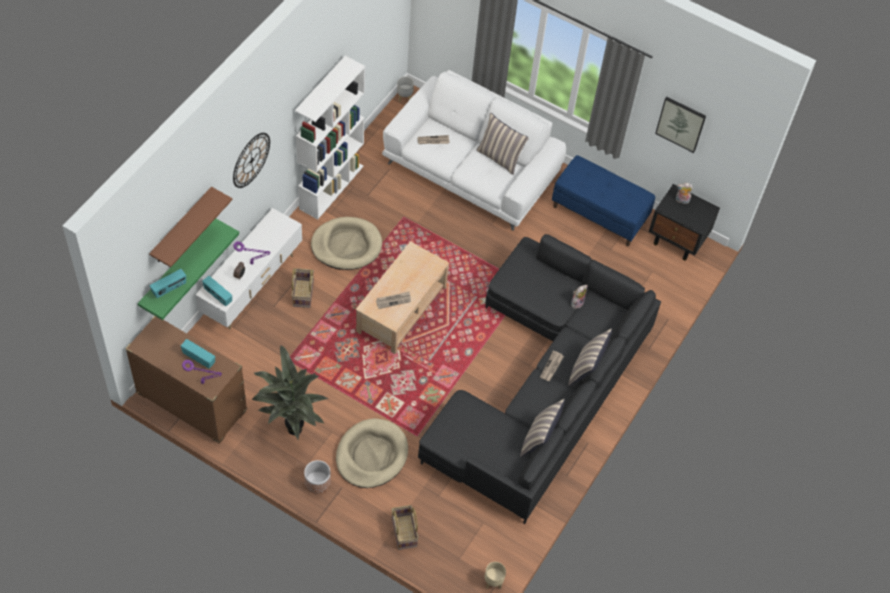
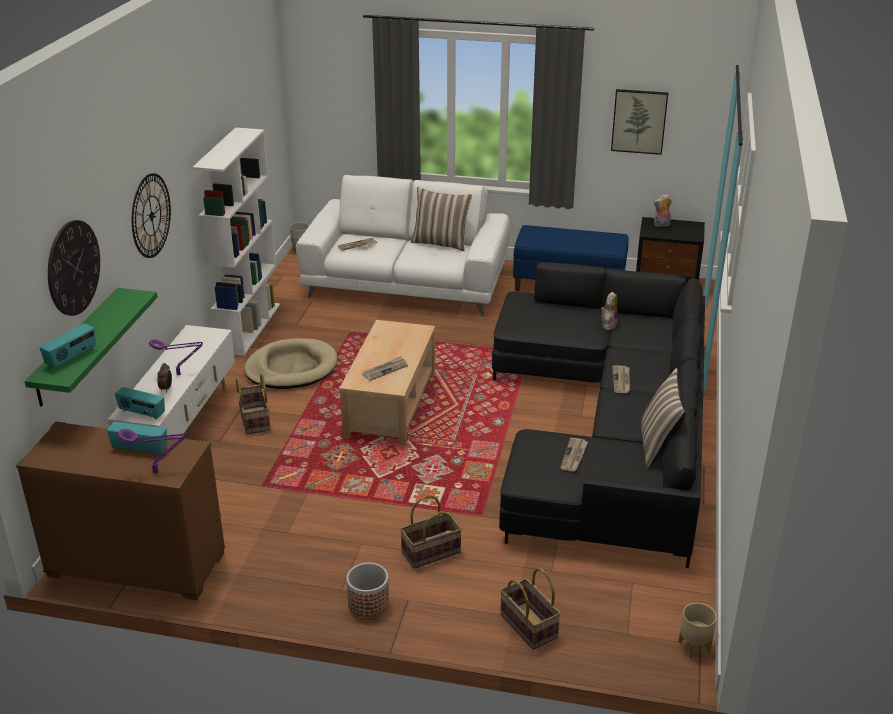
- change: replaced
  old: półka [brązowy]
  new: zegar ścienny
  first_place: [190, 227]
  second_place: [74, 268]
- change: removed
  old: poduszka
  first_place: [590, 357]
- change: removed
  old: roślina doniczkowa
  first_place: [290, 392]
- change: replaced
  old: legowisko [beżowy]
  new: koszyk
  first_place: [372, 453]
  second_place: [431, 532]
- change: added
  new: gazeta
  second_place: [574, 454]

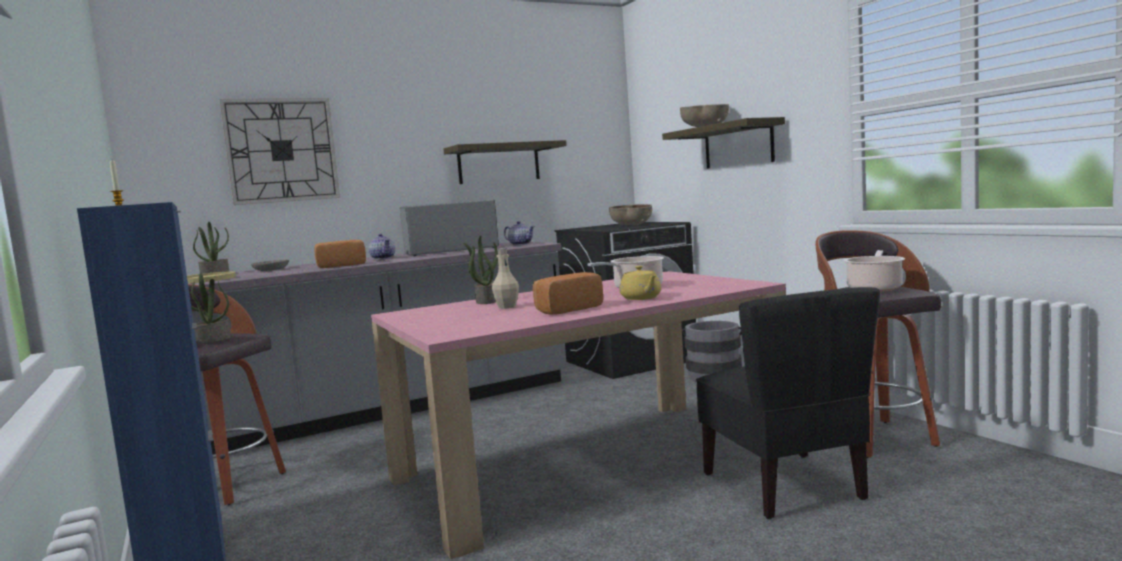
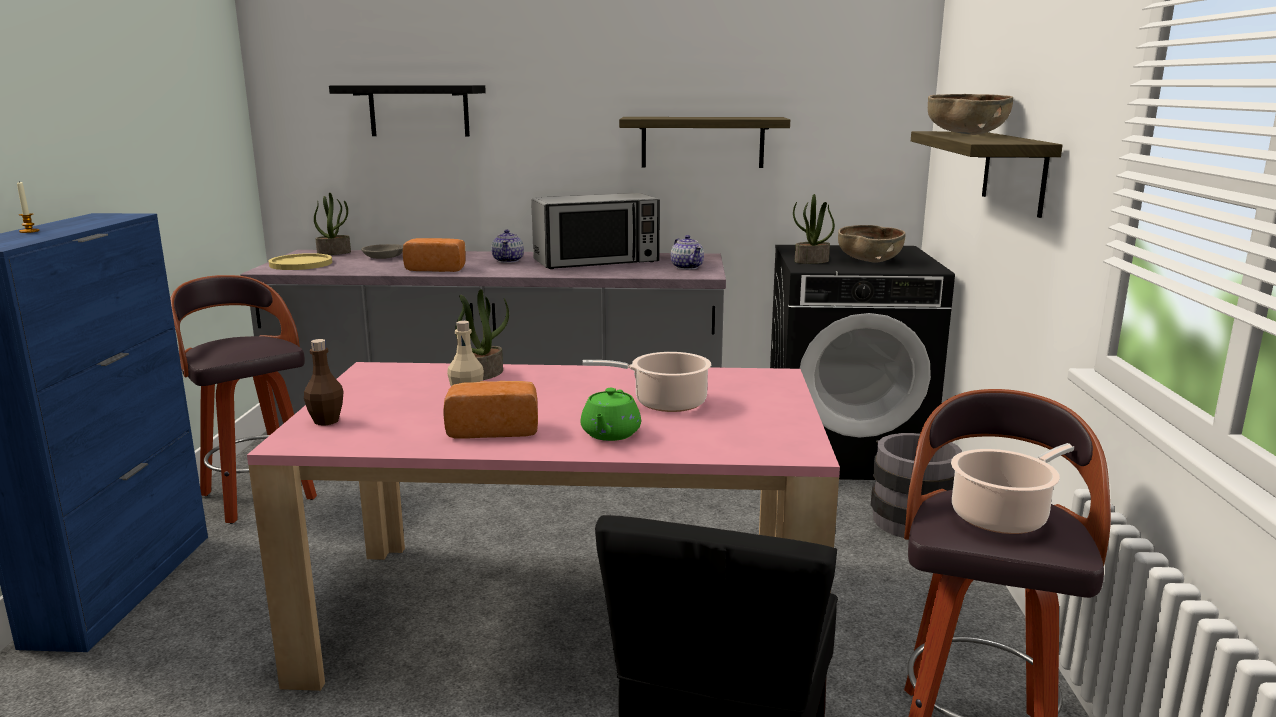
- change: replaced
  old: zegar ścienny
  new: półka [czarny]
  first_place: [279, 151]
  second_place: [407, 110]
- change: turned
  old: mikrofalówka
  first_place: [449, 227]
  second_place: [595, 231]
  degrees: 150
- change: recoloured
  old: imbryk [żółty]
  new: imbryk [zielony]
  first_place: [640, 283]
  second_place: [611, 414]
- change: moved
  old: roślina doniczkowa
  first_place: [211, 308]
  second_place: [814, 229]
- change: added
  new: butelka [brązowy]
  second_place: [324, 382]

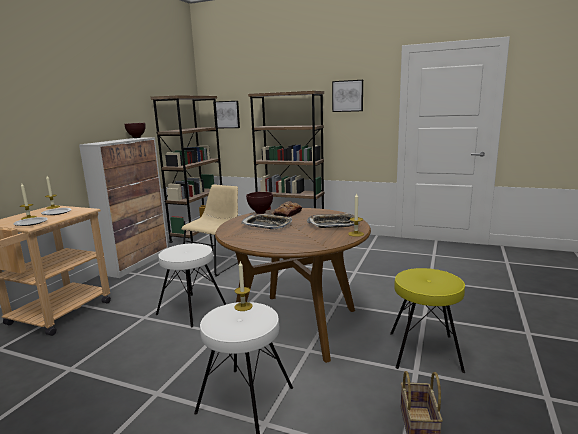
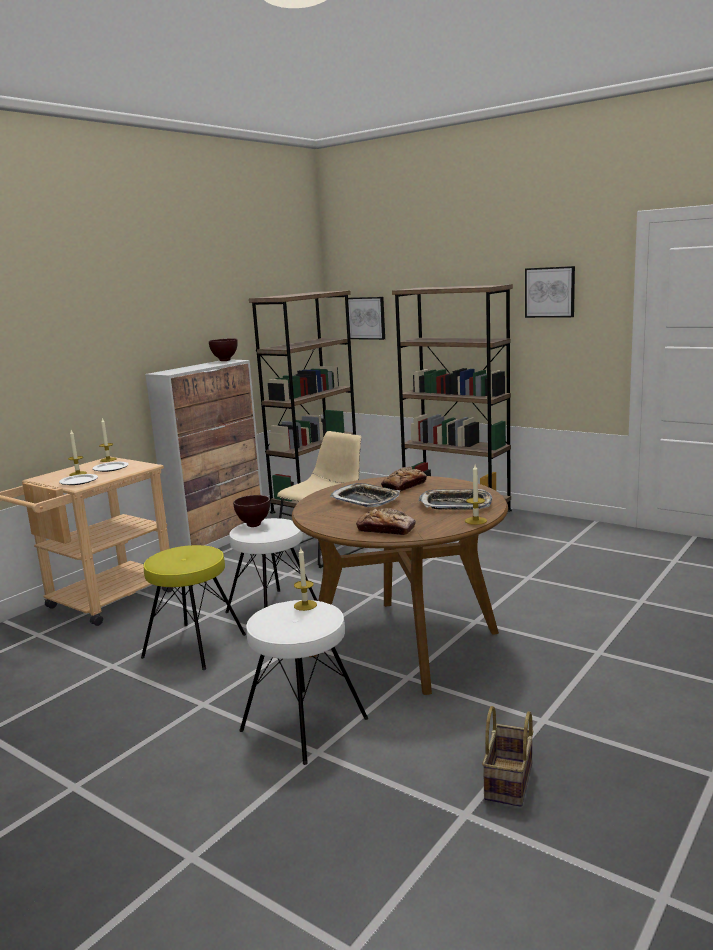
- change: moved
  old: miska [brązowy]
  first_place: [259, 203]
  second_place: [251, 511]
- change: moved
  old: stołek [żółty]
  first_place: [427, 320]
  second_place: [193, 607]
- change: added
  new: chleb
  second_place: [386, 521]

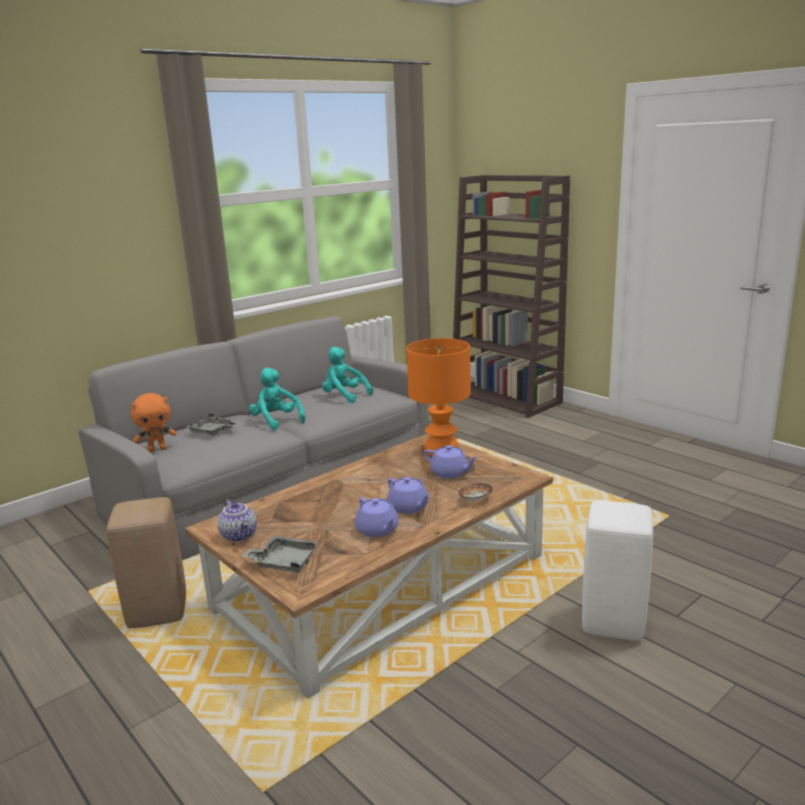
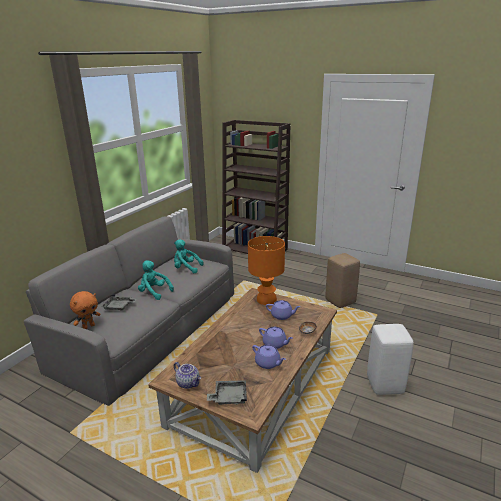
- change: moved
  old: stołek [beżowy]
  first_place: [146, 562]
  second_place: [343, 280]

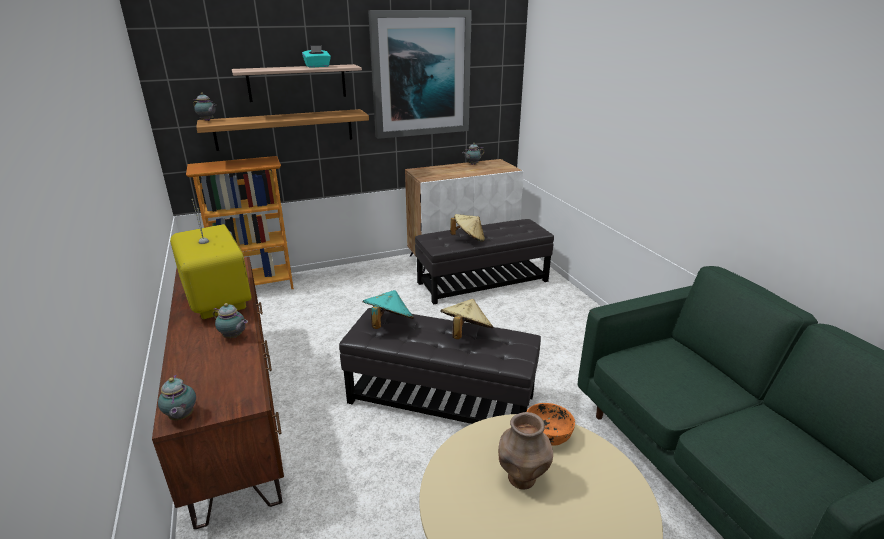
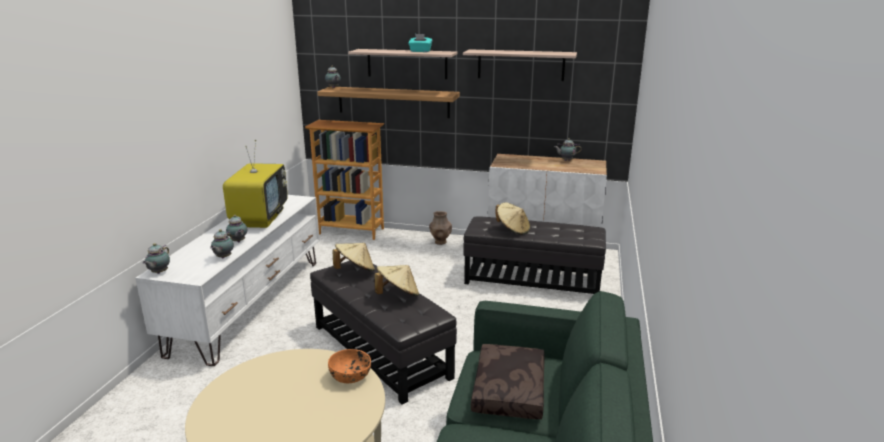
- change: replaced
  old: obraz
  new: półka
  first_place: [420, 74]
  second_place: [520, 65]
- change: recoloured
  old: szafka pod telewizor [brązowy]
  new: szafka pod telewizor [biały]
  first_place: [218, 393]
  second_place: [227, 280]
- change: recoloured
  old: kapelusz [turkusowy]
  new: kapelusz [beżowy]
  first_place: [388, 309]
  second_place: [354, 257]
- change: moved
  old: wazon [brązowy]
  first_place: [525, 450]
  second_place: [440, 228]
- change: added
  new: imbryk
  second_place: [222, 243]
- change: added
  new: poduszka [brązowy]
  second_place: [508, 381]

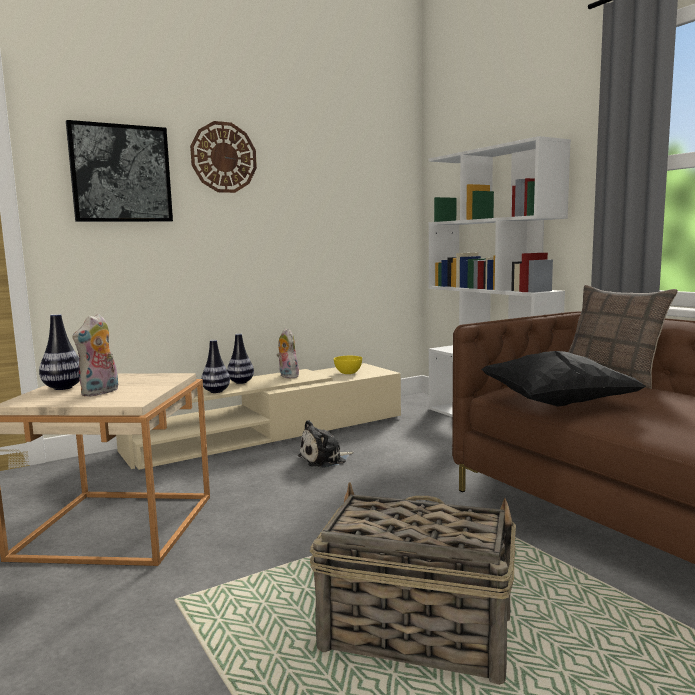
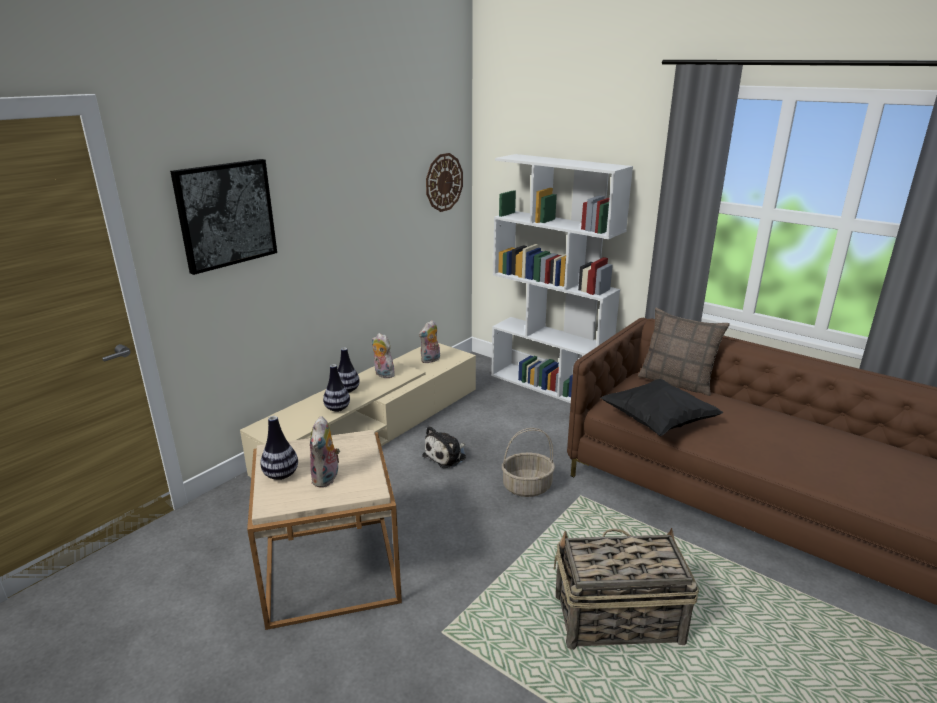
- change: moved
  old: zegar ścienny
  first_place: [223, 157]
  second_place: [444, 182]
- change: replaced
  old: miska [żółty]
  new: pluszak
  first_place: [348, 365]
  second_place: [429, 341]
- change: added
  new: koszyk
  second_place: [528, 462]

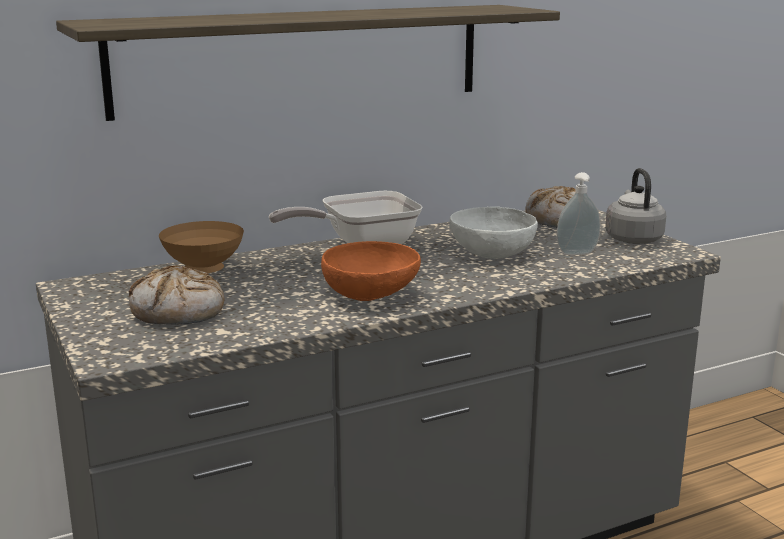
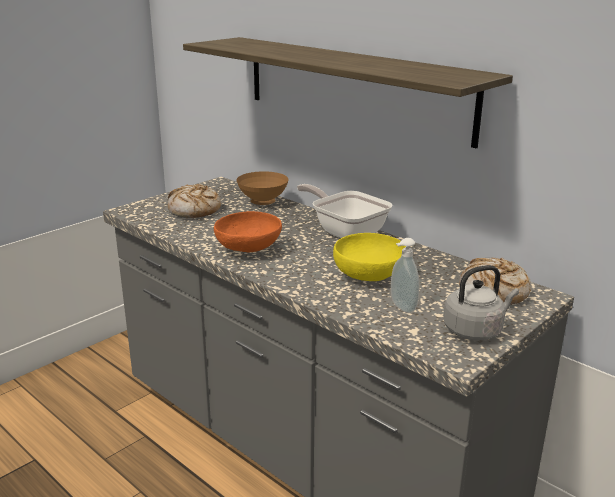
- change: recoloured
  old: miska [biały]
  new: miska [żółty]
  first_place: [494, 232]
  second_place: [369, 257]

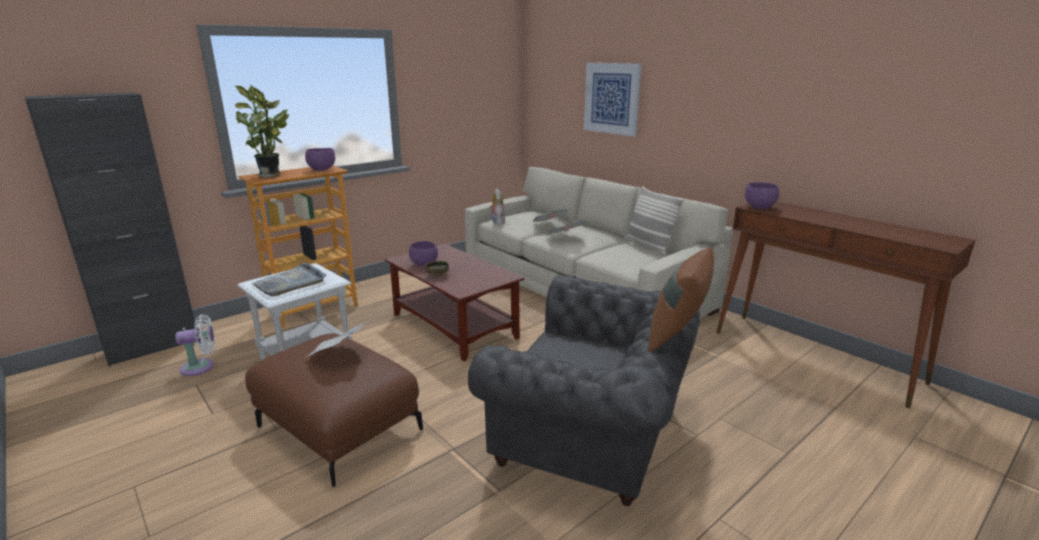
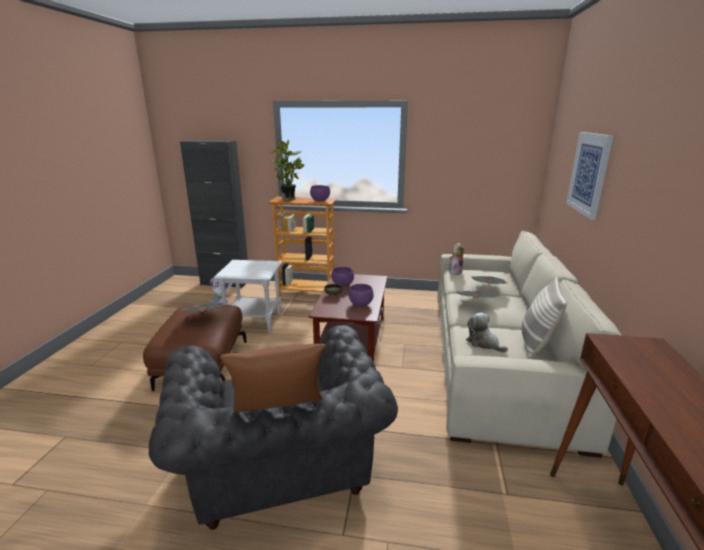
- change: moved
  old: miska [fioletowy]
  first_place: [762, 195]
  second_place: [361, 295]
- change: removed
  old: taca [szary]
  first_place: [289, 279]
- change: added
  new: pluszak
  second_place: [487, 332]

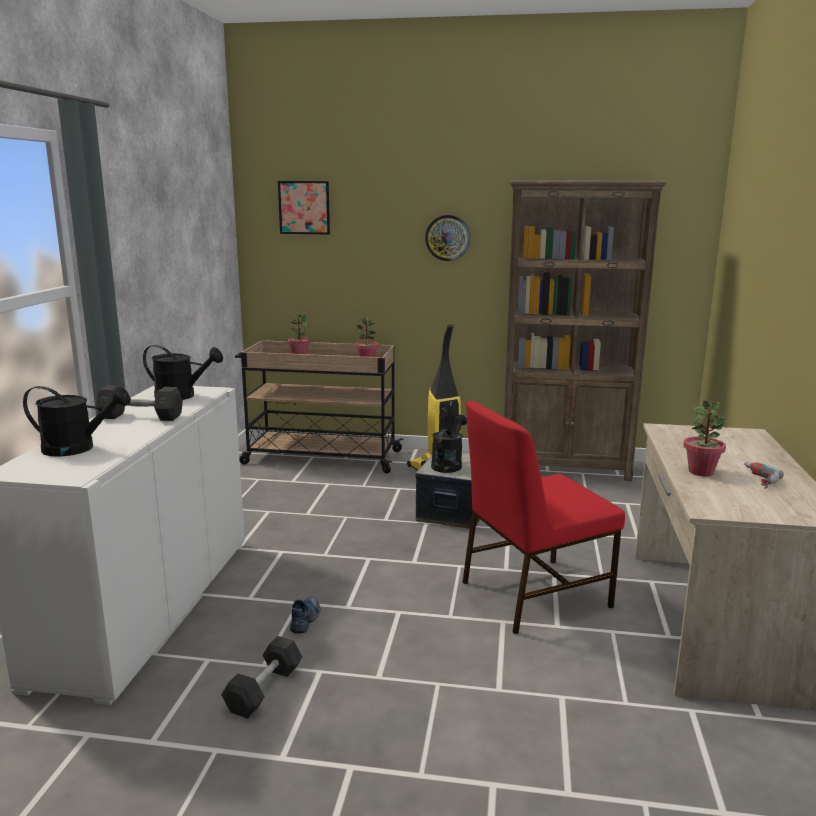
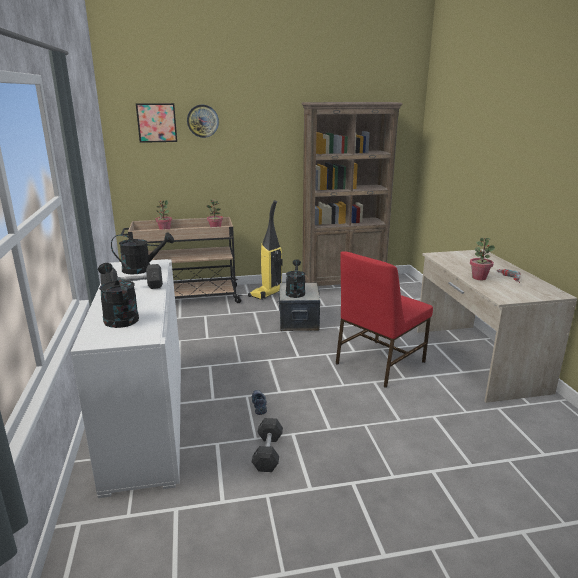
- change: moved
  old: zegar ścienny
  first_place: [447, 238]
  second_place: [203, 121]
- change: turned
  old: konewka [czarny]
  first_place: [77, 421]
  second_place: [118, 295]
  degrees: -105

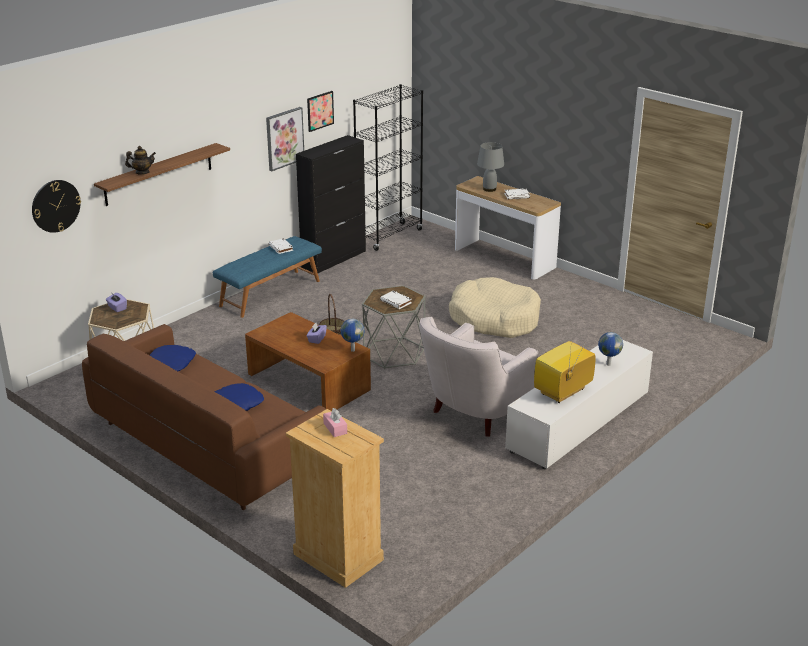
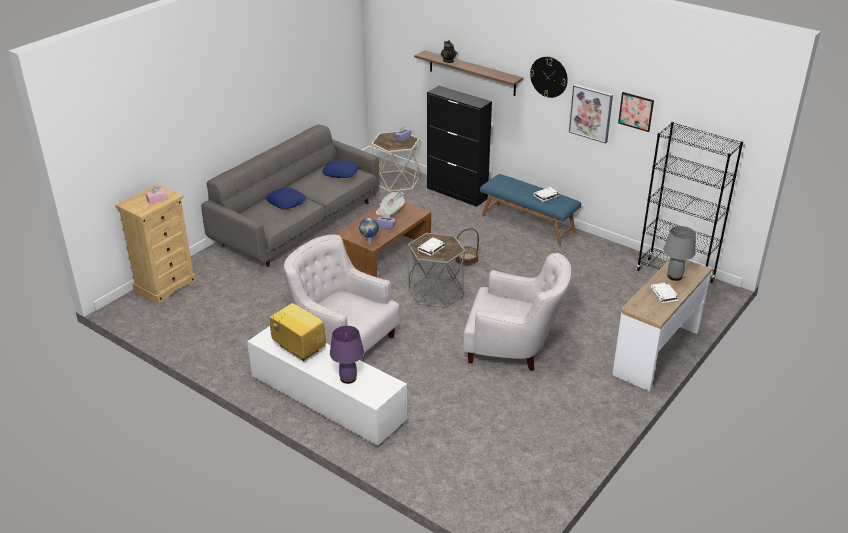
- change: moved
  old: szafka [czarny]
  first_place: [331, 204]
  second_place: [459, 146]
- change: moved
  old: zegar ścienny
  first_place: [56, 206]
  second_place: [549, 77]
- change: replaced
  old: legowisko [beżowy]
  new: fotel [biały]
  first_place: [495, 307]
  second_place: [517, 312]
- change: recoloured
  old: kanapa [brązowy]
  new: kanapa [szary]
  first_place: [204, 417]
  second_place: [290, 196]
- change: replaced
  old: globus
  new: lampa stołowa [fioletowy]
  first_place: [610, 349]
  second_place: [347, 355]
- change: added
  new: gazeta
  second_place: [390, 203]

